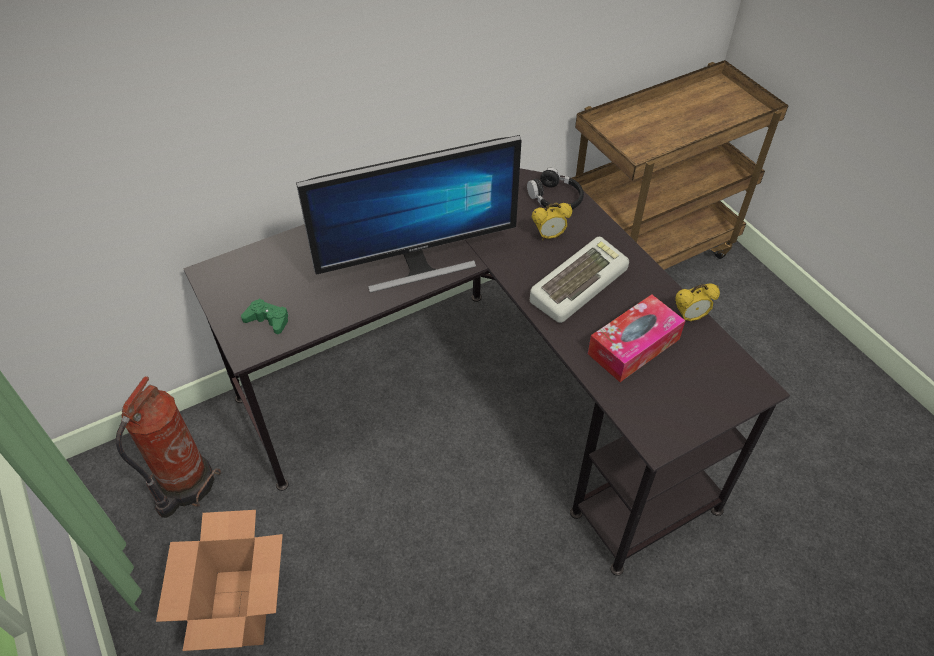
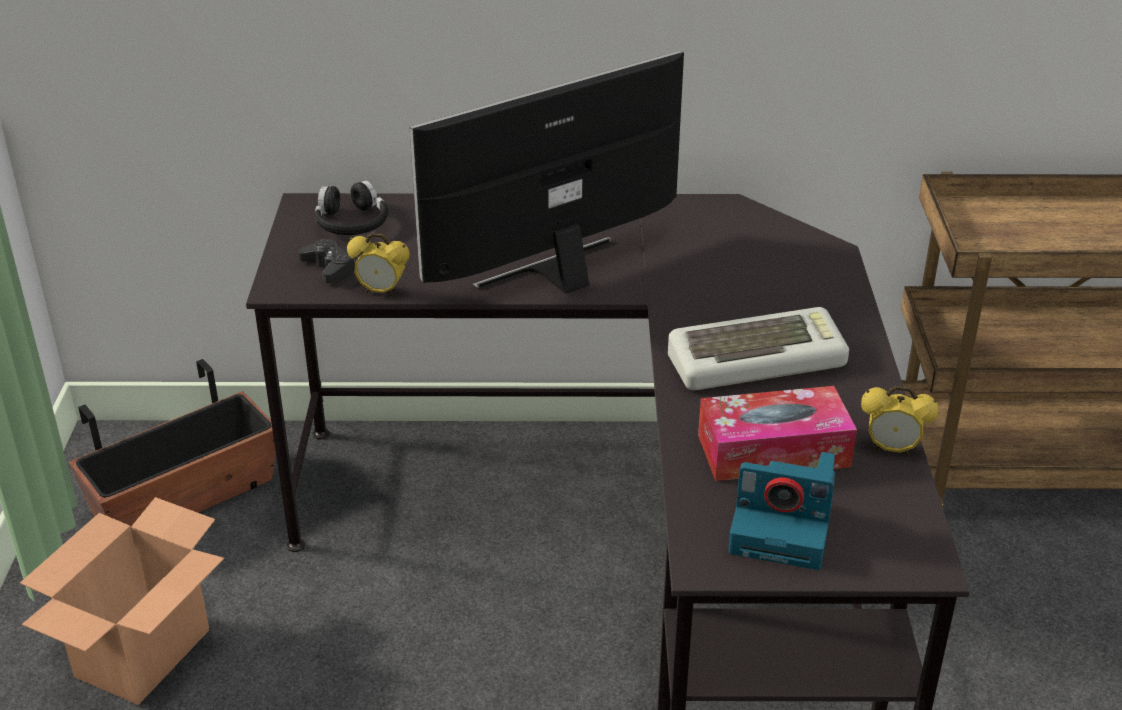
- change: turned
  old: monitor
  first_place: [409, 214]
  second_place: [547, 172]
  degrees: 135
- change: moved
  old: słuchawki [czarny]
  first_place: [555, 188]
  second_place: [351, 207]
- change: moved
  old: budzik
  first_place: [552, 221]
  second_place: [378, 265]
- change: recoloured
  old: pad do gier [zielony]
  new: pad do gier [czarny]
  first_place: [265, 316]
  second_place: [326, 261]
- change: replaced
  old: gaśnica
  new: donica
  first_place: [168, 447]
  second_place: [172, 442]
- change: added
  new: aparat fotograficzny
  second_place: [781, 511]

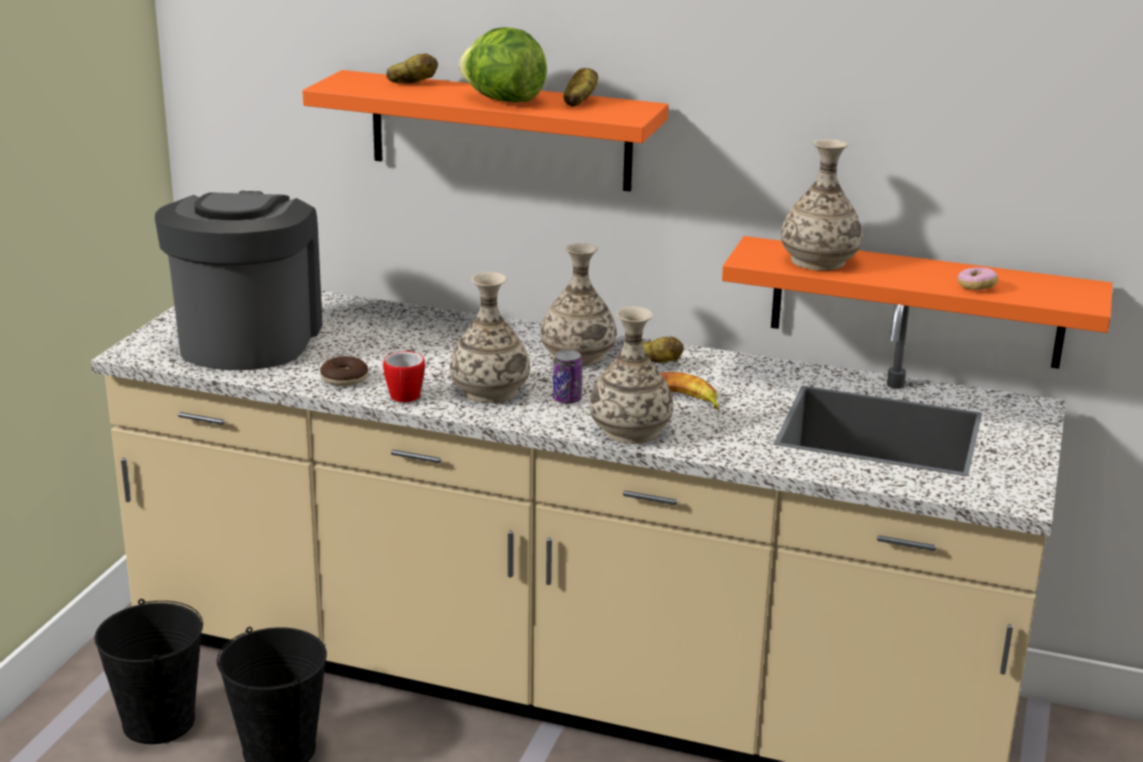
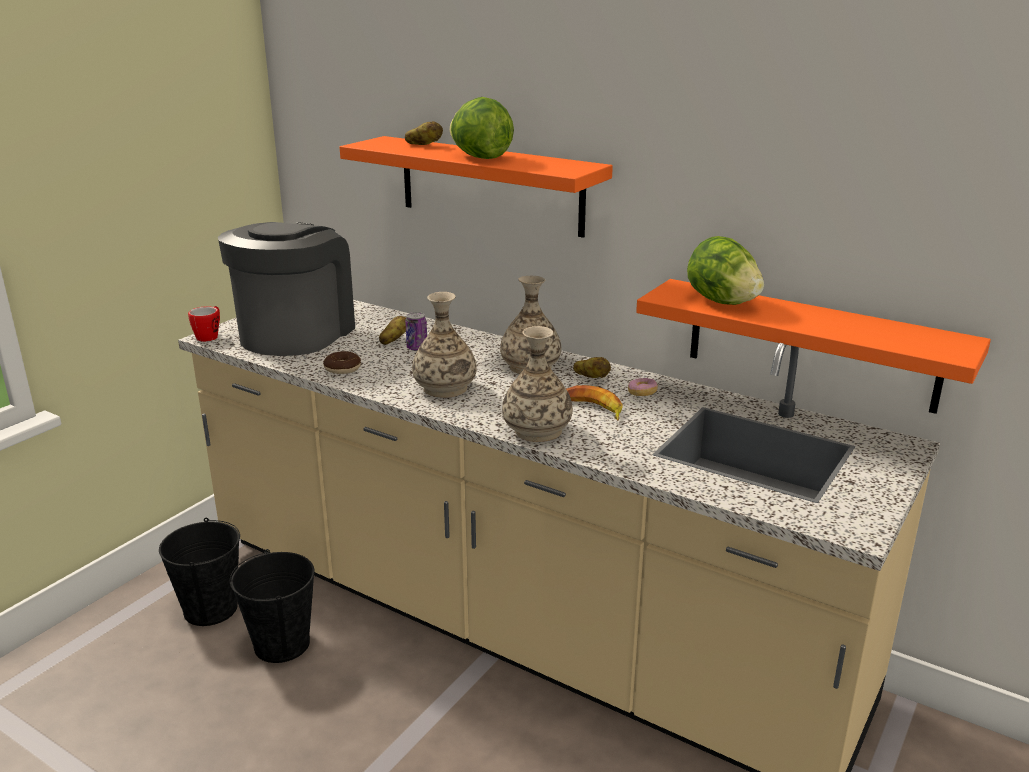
- change: moved
  old: ziemniak
  first_place: [580, 87]
  second_place: [392, 330]
- change: replaced
  old: wazon
  new: sałata
  first_place: [821, 205]
  second_place: [725, 270]
- change: moved
  old: donut
  first_place: [978, 278]
  second_place: [643, 387]
- change: moved
  old: kubek
  first_place: [404, 376]
  second_place: [204, 324]
- change: moved
  old: puszka
  first_place: [568, 377]
  second_place: [416, 331]

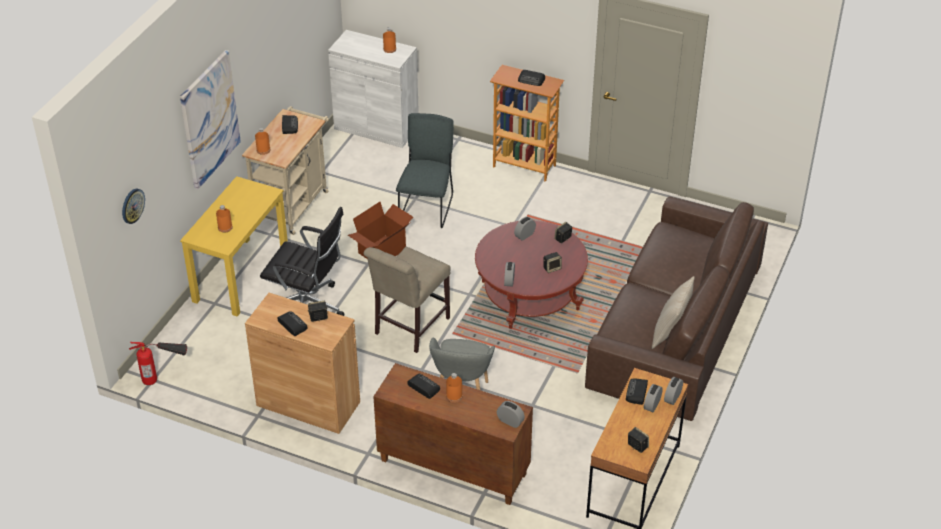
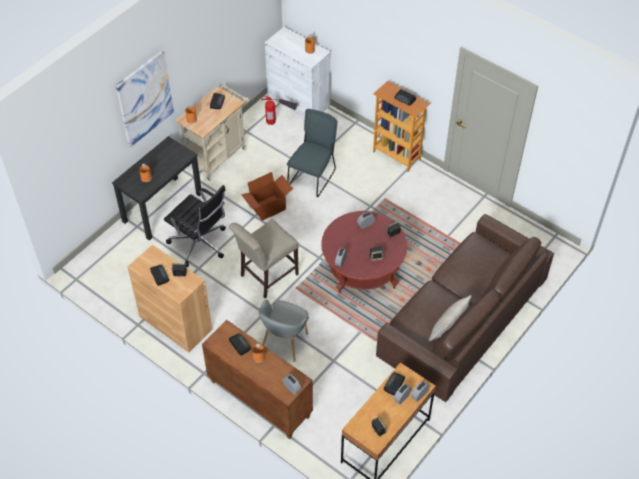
- change: recoloured
  old: biurko [żółty]
  new: biurko [czarny]
  first_place: [234, 246]
  second_place: [156, 188]
- change: removed
  old: zegar ścienny
  first_place: [133, 206]
- change: moved
  old: gaśnica
  first_place: [158, 363]
  second_place: [279, 110]

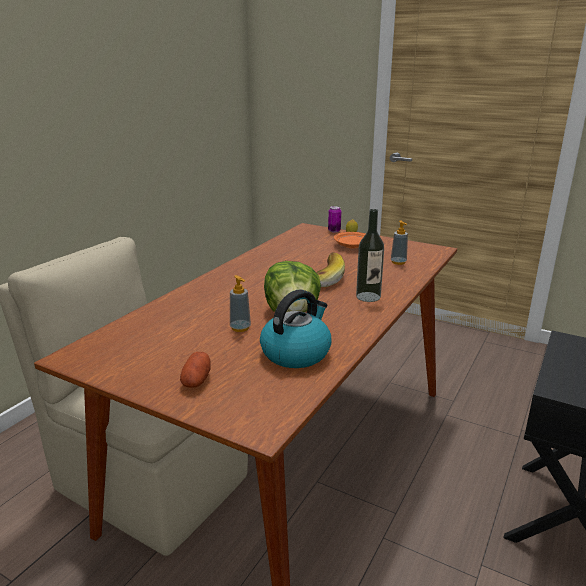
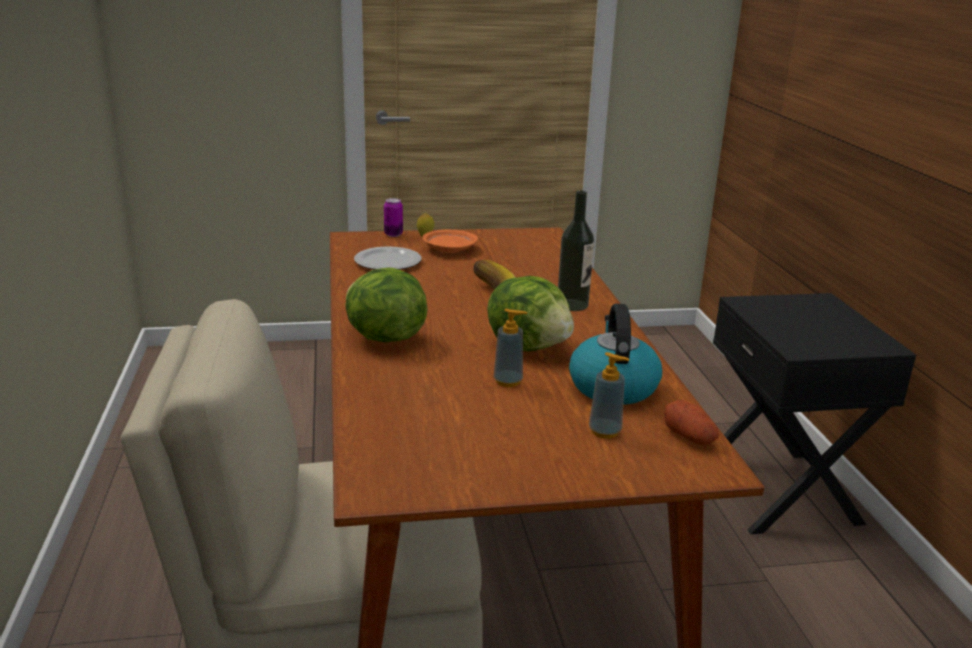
- change: moved
  old: dozownik mydła
  first_place: [399, 243]
  second_place: [609, 395]
- change: moved
  old: ziemniak
  first_place: [195, 370]
  second_place: [691, 422]
- change: added
  new: talerz
  second_place: [388, 258]
- change: added
  new: sałata
  second_place: [386, 305]

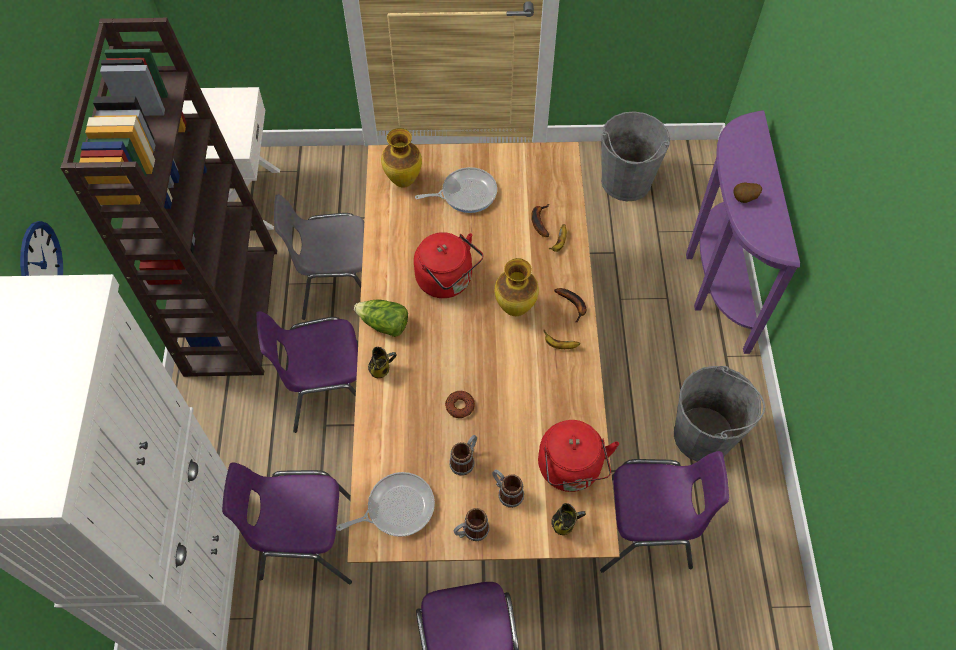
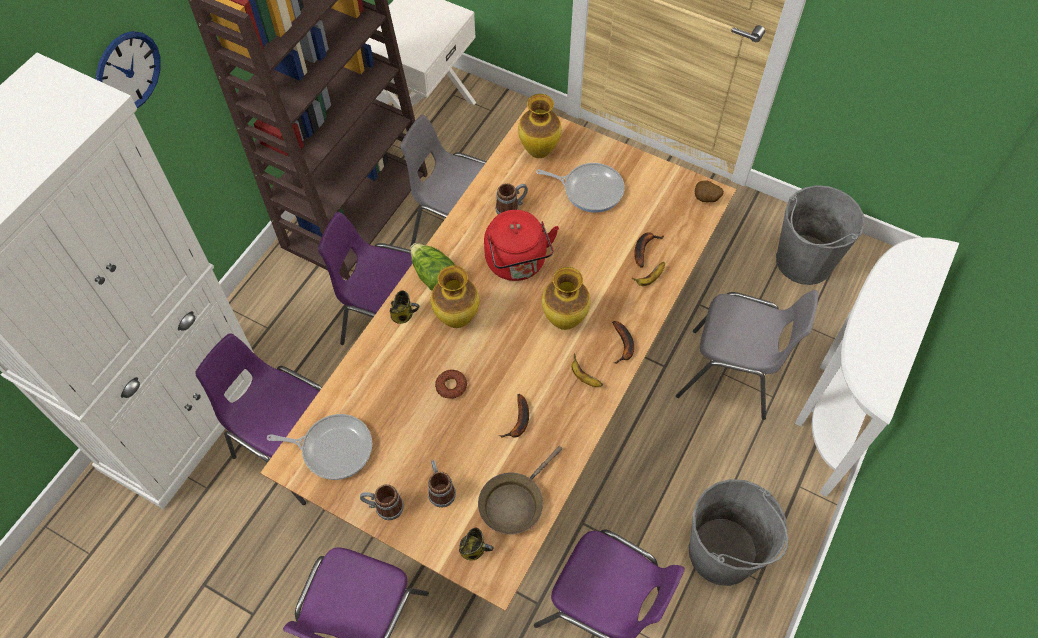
- change: recoloured
  old: stolik konsolowy [fioletowy]
  new: stolik konsolowy [biały]
  first_place: [743, 232]
  second_place: [877, 367]
- change: moved
  old: ziemniak
  first_place: [747, 193]
  second_place: [709, 191]
- change: replaced
  old: czajnik [czerwony]
  new: patelnia [brązowy]
  first_place: [578, 456]
  second_place: [520, 490]
- change: moved
  old: kubek
  first_place: [463, 455]
  second_place: [511, 199]
- change: added
  new: wazon
  second_place: [455, 296]
- change: added
  new: krzesło [szary]
  second_place: [747, 355]
- change: added
  new: banan
  second_place: [514, 416]

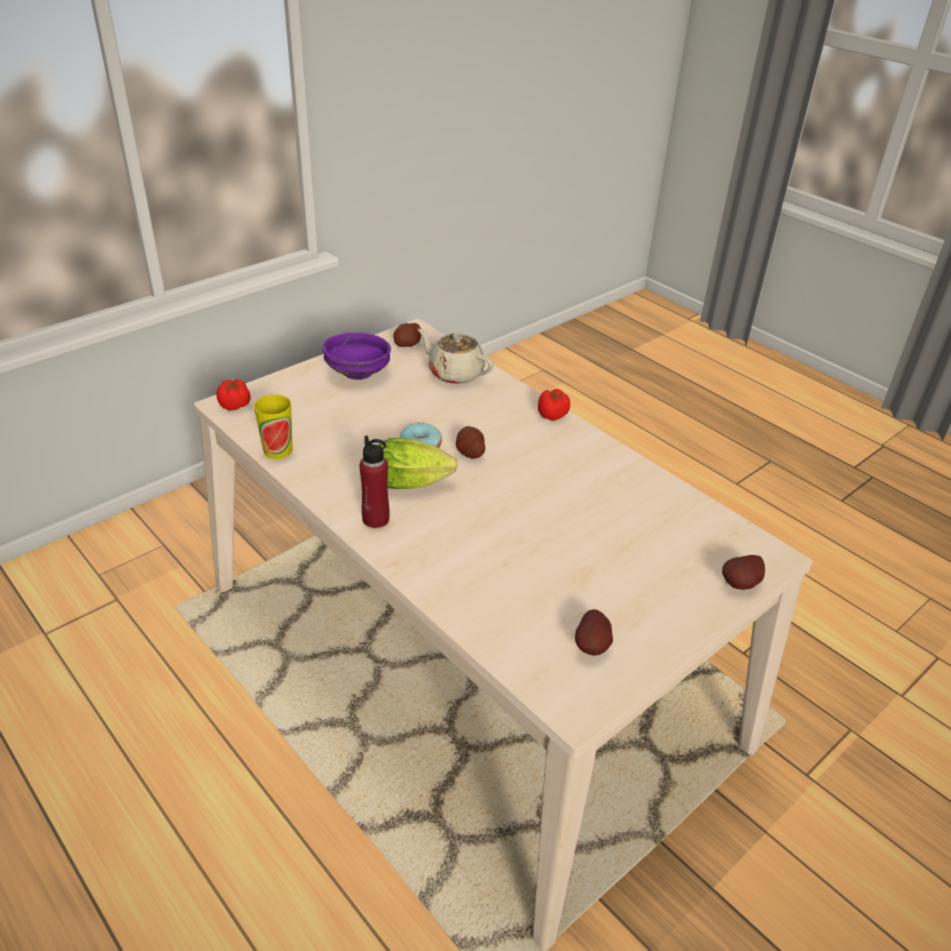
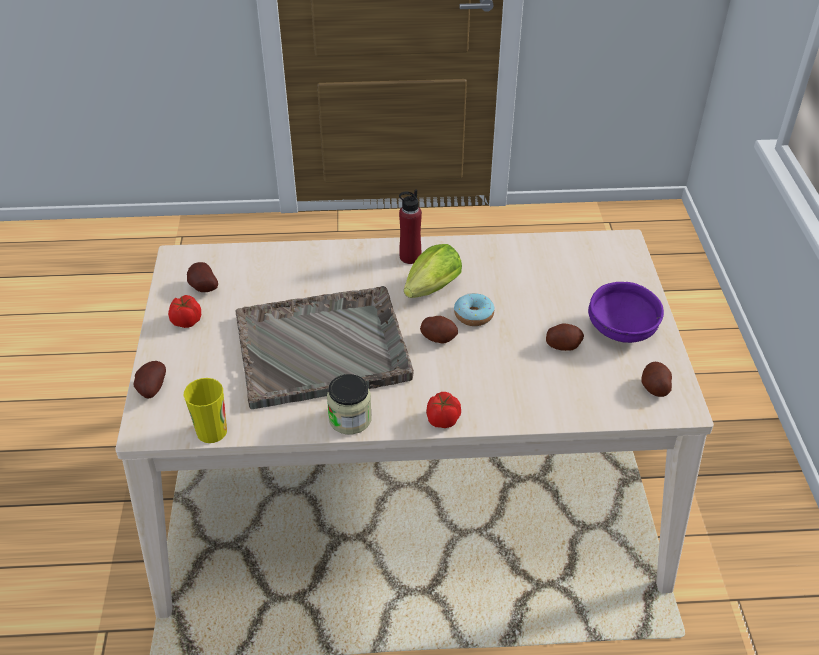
- change: removed
  old: imbryk [beżowy]
  first_place: [456, 356]
- change: moved
  old: pomidor
  first_place: [234, 395]
  second_place: [184, 311]
- change: moved
  old: filiżanka
  first_place: [273, 426]
  second_place: [205, 410]
- change: added
  new: taca [szary]
  second_place: [325, 347]
- change: added
  new: ziemniak
  second_place: [565, 337]
- change: added
  new: słoik
  second_place: [349, 404]

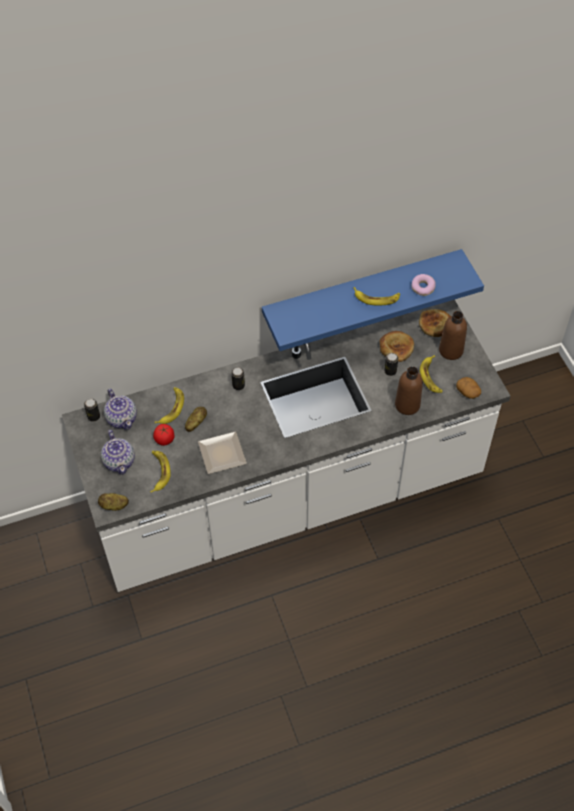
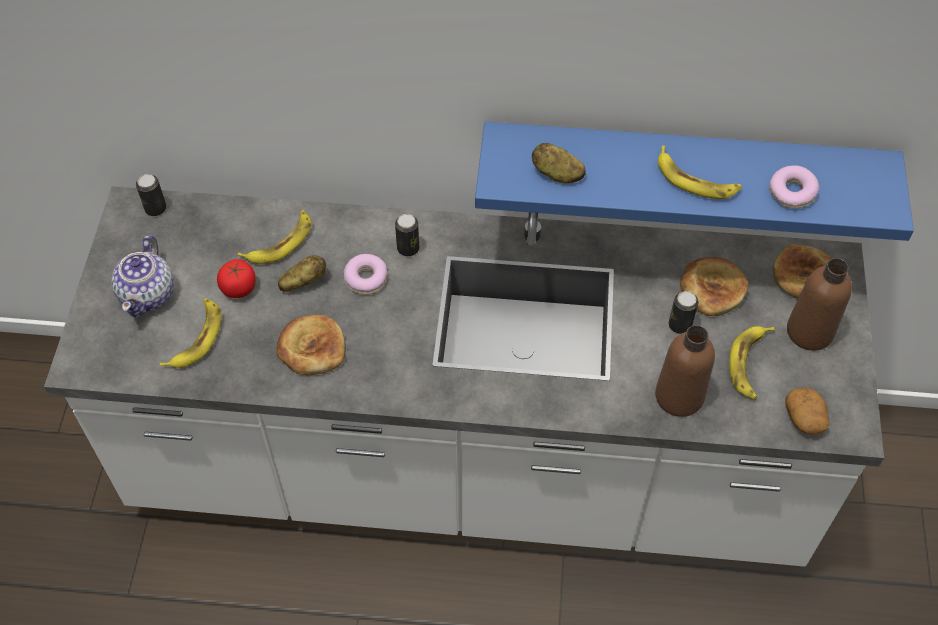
- change: removed
  old: imbryk
  first_place: [120, 409]
- change: replaced
  old: talerz
  new: chleb
  first_place: [222, 452]
  second_place: [311, 345]
- change: moved
  old: ziemniak
  first_place: [113, 502]
  second_place: [559, 163]
- change: added
  new: donut
  second_place: [365, 274]

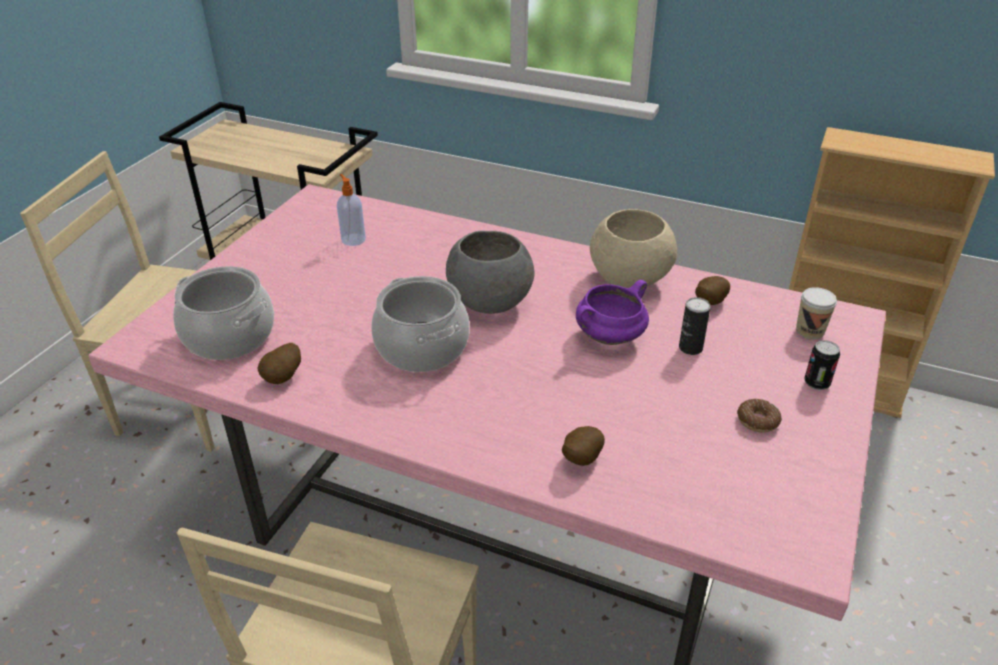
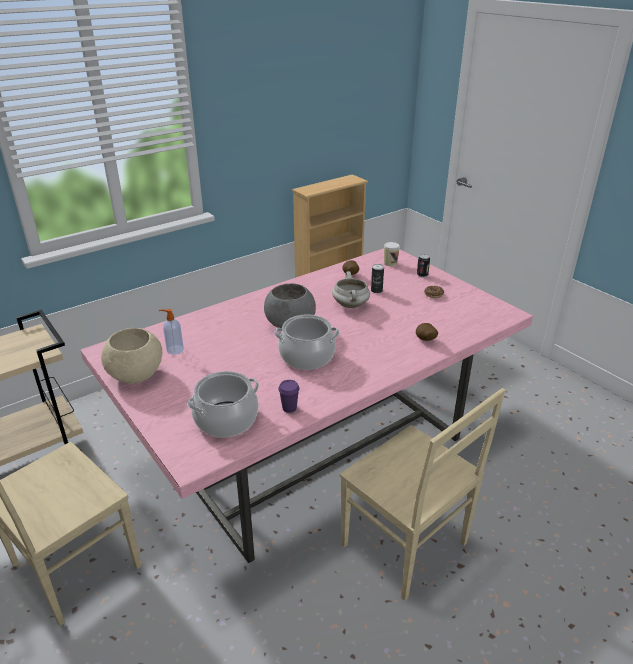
- change: moved
  old: miska [beżowy]
  first_place: [633, 248]
  second_place: [131, 356]
- change: recoloured
  old: garnek [fioletowy]
  new: garnek [biały]
  first_place: [612, 312]
  second_place: [351, 290]
- change: replaced
  old: ziemniak
  new: filiżanka [fioletowy]
  first_place: [279, 363]
  second_place: [289, 396]

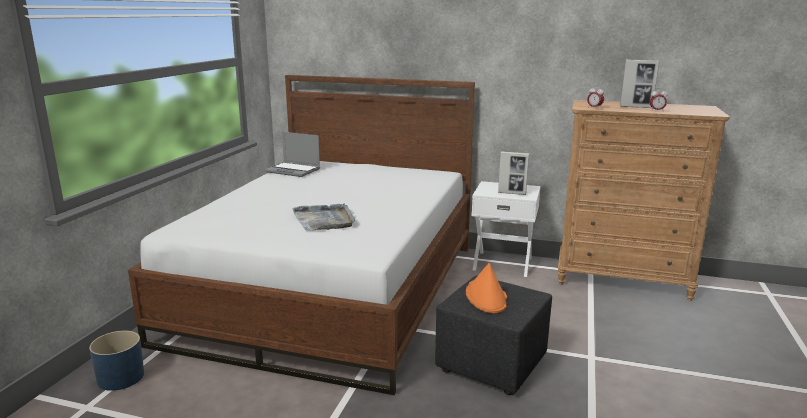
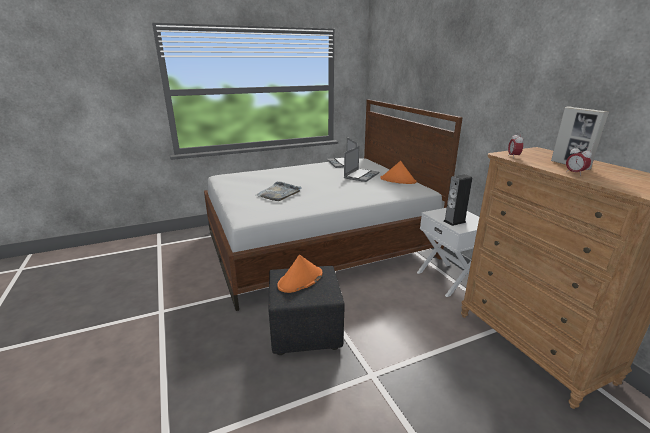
- change: replaced
  old: ramka na zdjęcie
  new: głośnik
  first_place: [514, 173]
  second_place: [458, 200]
- change: removed
  old: donica [niebieski]
  first_place: [116, 360]
- change: added
  new: laptop
  second_place: [361, 164]
- change: added
  new: kapelusz [pomarańczowy]
  second_place: [398, 172]

